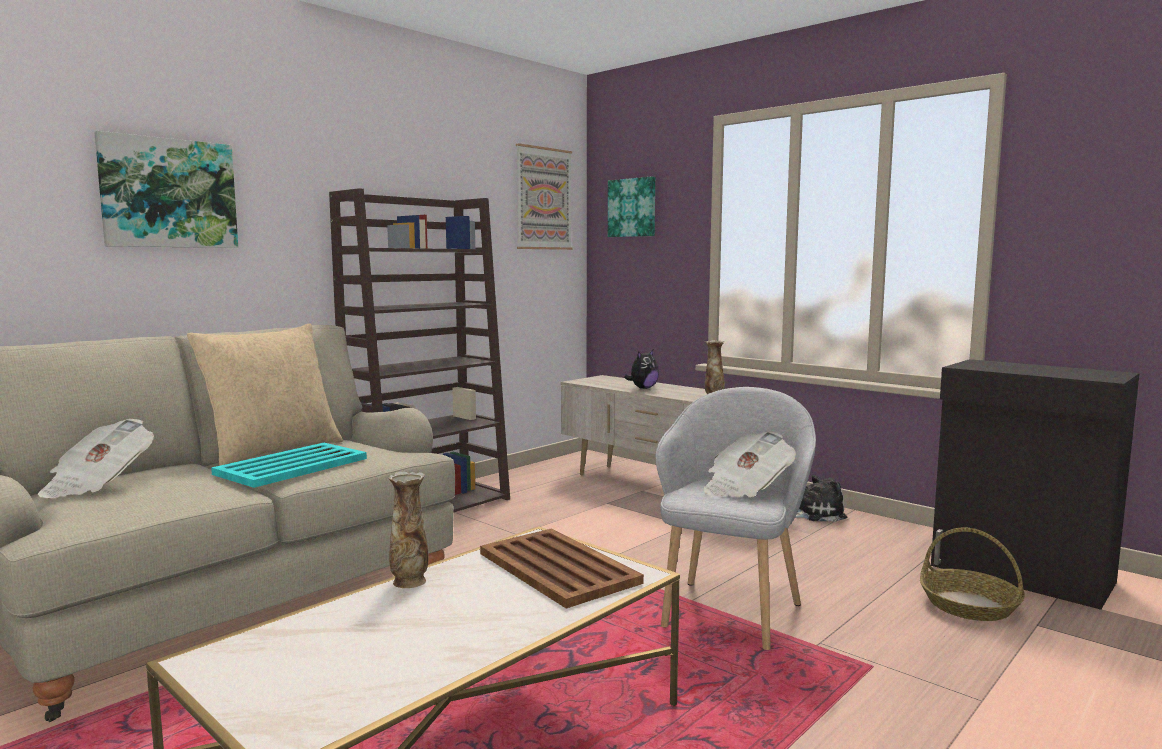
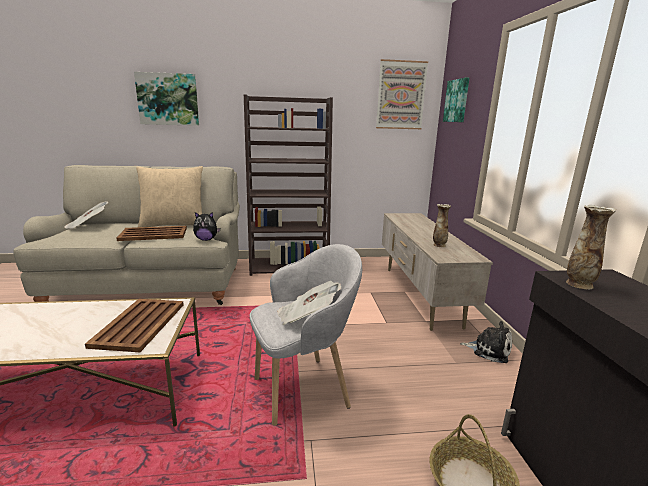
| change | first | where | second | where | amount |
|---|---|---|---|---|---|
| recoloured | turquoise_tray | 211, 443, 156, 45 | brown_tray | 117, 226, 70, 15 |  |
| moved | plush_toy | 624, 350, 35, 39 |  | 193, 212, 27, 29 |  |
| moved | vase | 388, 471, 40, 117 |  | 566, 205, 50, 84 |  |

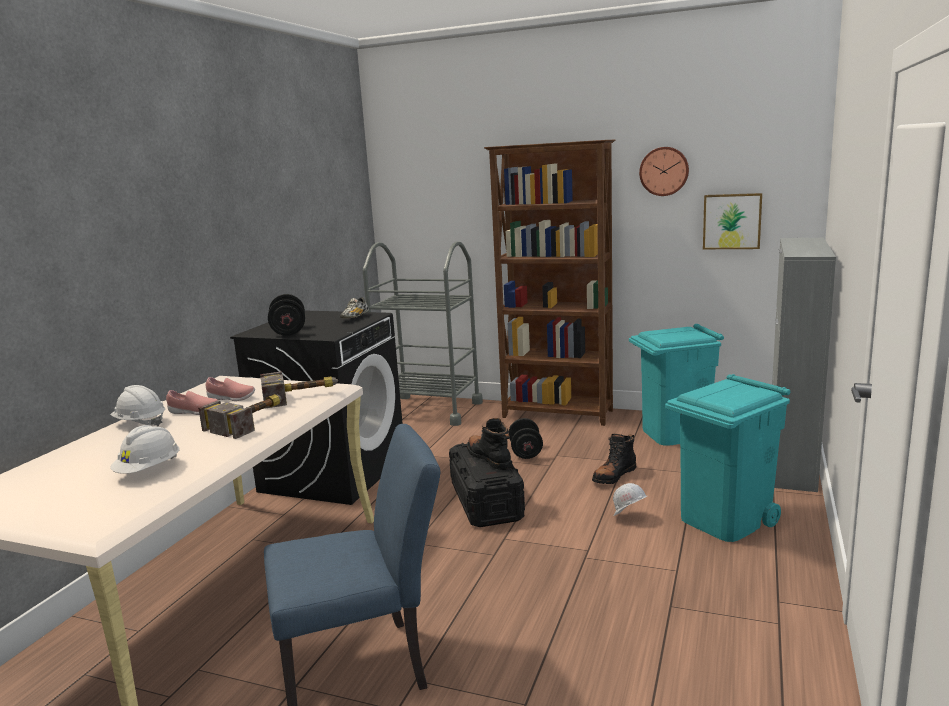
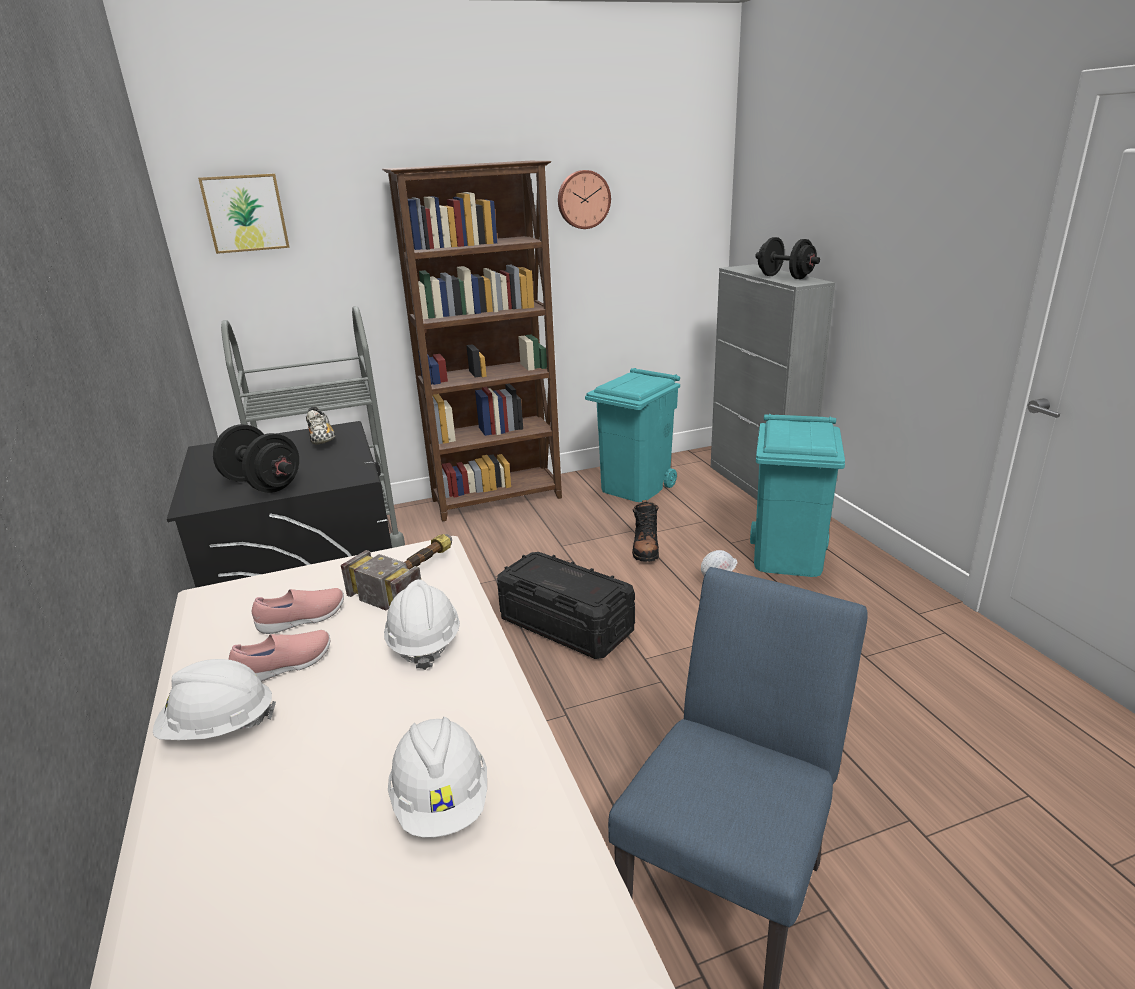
| change | first | where | second | where | amount |
|---|---|---|---|---|---|
| moved | picture | 703, 193, 59, 56 |  | 198, 173, 92, 81 |  |
| replaced | hammer | 198, 394, 83, 45 | white_hard_hat | 384, 579, 76, 91 |  |
| moved | black_dumbbell | 508, 418, 35, 41 |  | 755, 237, 65, 42 |  |
| removed | black_boot | 467, 418, 45, 52 |  |  |  |

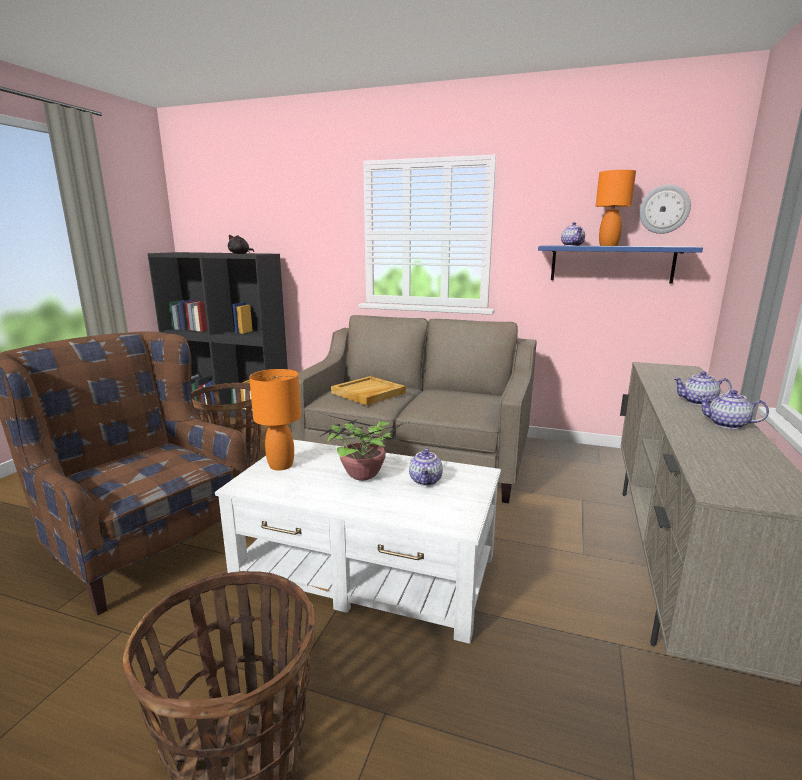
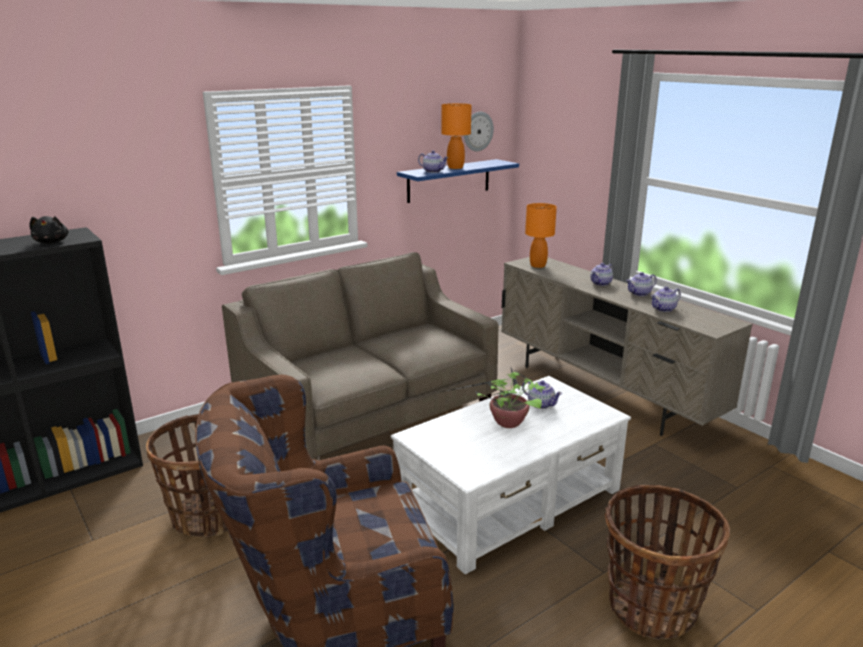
| change | first | where | second | where | amount |
|---|---|---|---|---|---|
| moved | orange_table_lamp | 249, 369, 52, 102 |  | 525, 203, 32, 65 |  |
| added |  |  | teapot | 650, 286, 31, 26 |  |
| removed | beige_tray | 331, 376, 75, 29 |  |  |  |

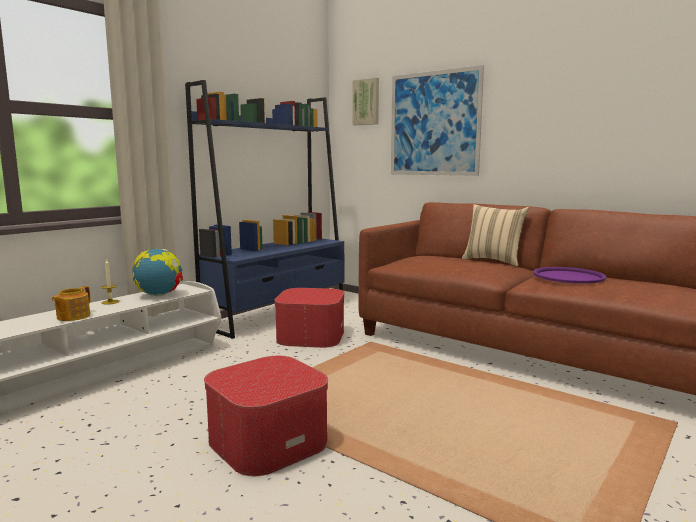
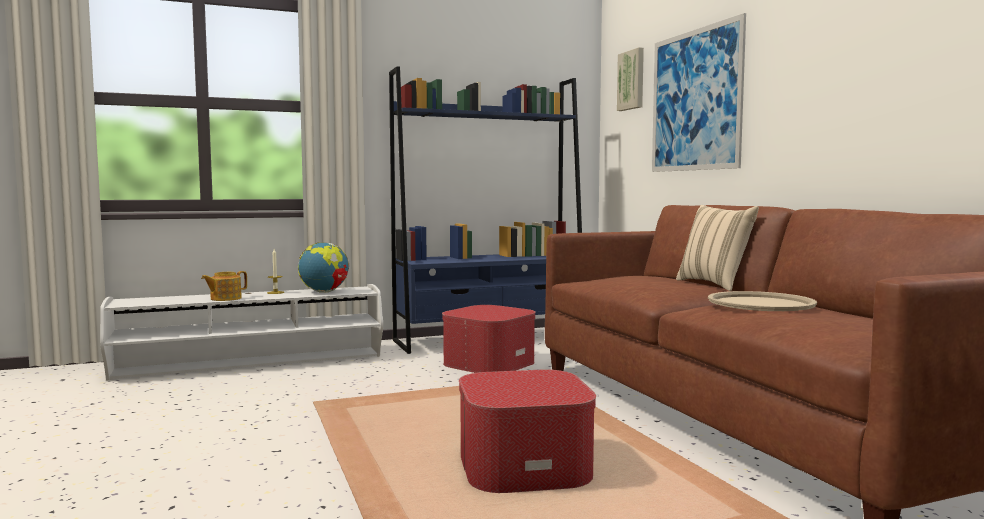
| change | first | where | second | where | amount |
|---|---|---|---|---|---|
| moved | ottoman | 204, 356, 124, 120 |  | 459, 370, 137, 123 |  |
| recoloured | purple_tray | 533, 267, 74, 17 | beige_tray | 708, 291, 109, 20 |  |

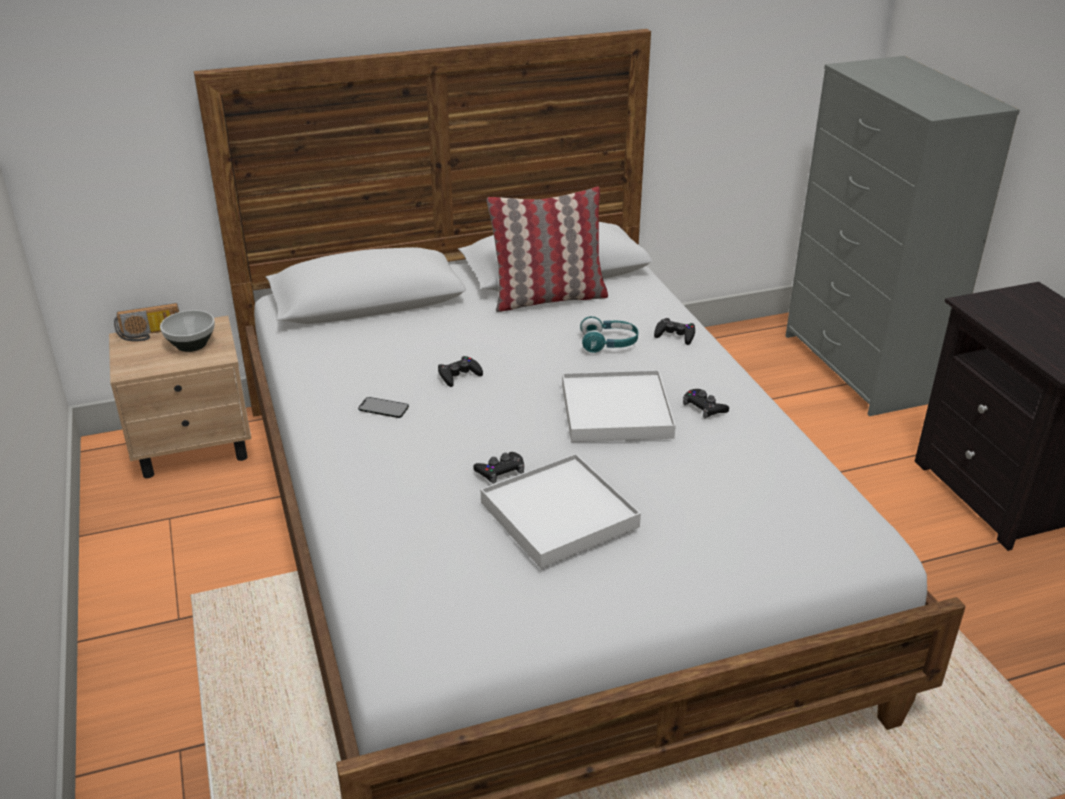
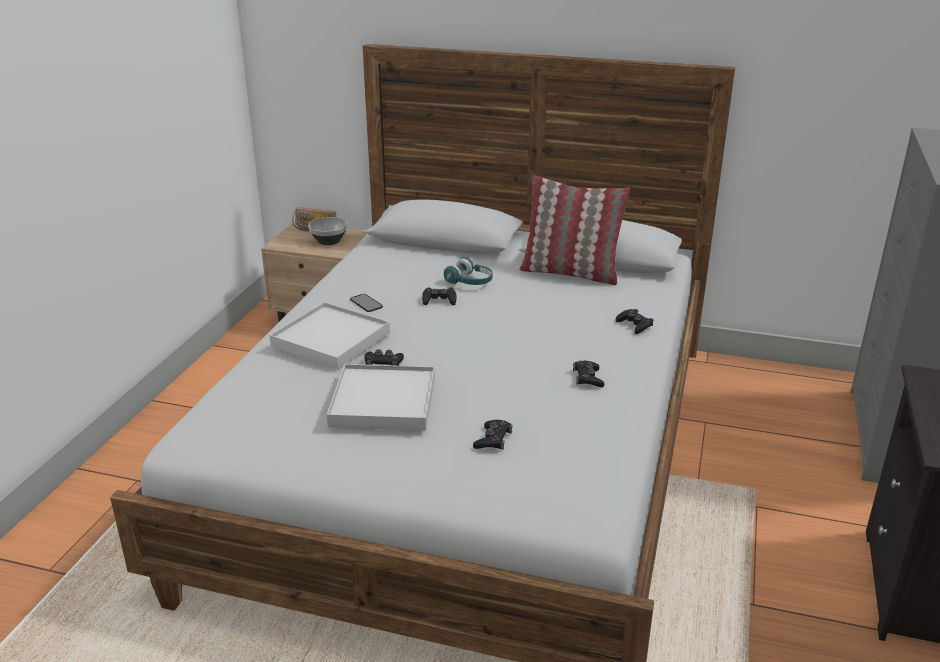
| change | first | where | second | where | amount |
|---|---|---|---|---|---|
| moved | white_tray | 562, 370, 114, 72 |  | 269, 302, 121, 67 |  |
| moved | turquoise_headphones | 580, 316, 58, 37 |  | 444, 257, 49, 28 |  |
| added |  |  | black_game_controller | 473, 420, 40, 30 |  |

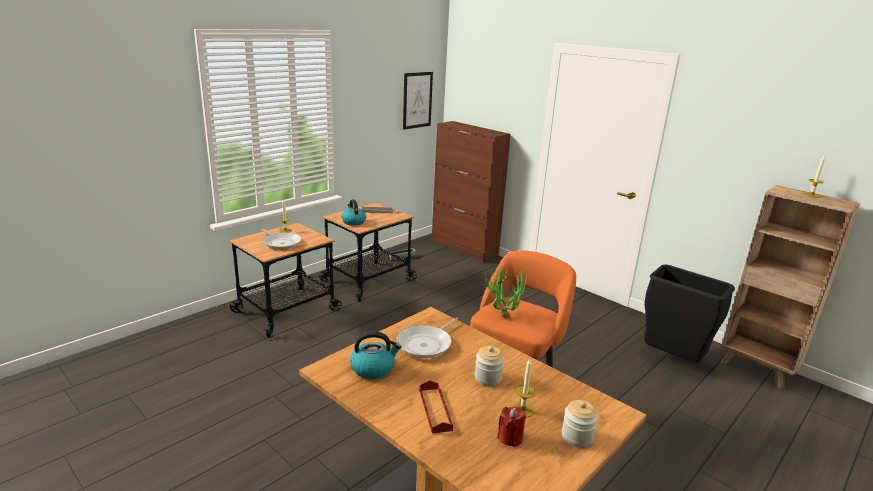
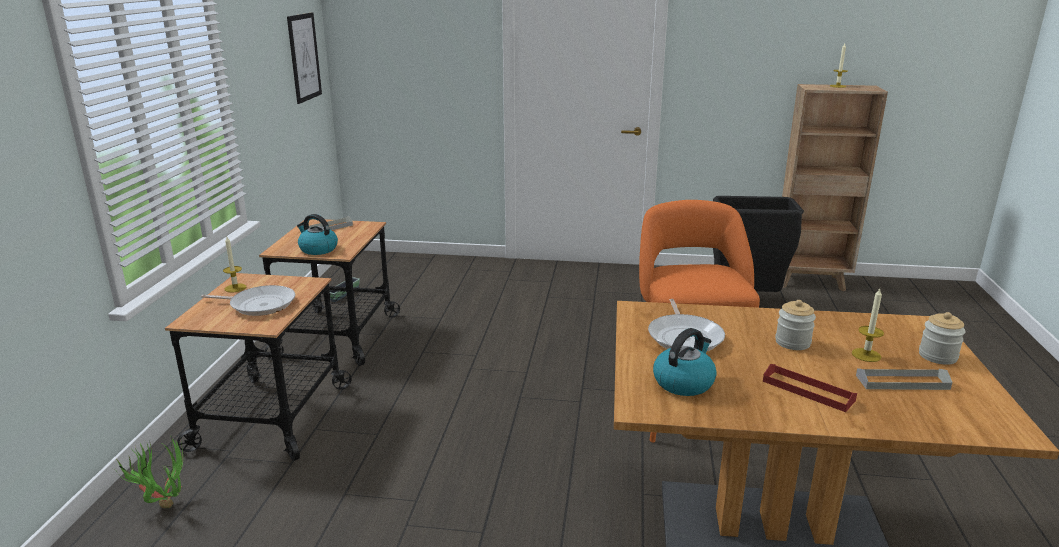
| change | first | where | second | where | amount |
|---|---|---|---|---|---|
| moved | potted_plant | 484, 268, 43, 50 |  | 113, 435, 70, 73 |  |
| replaced | red_candle | 497, 406, 29, 41 | grey_tray | 856, 368, 96, 22 |  |
| removed | brown_cabinet | 432, 121, 79, 141 |  |  |  |

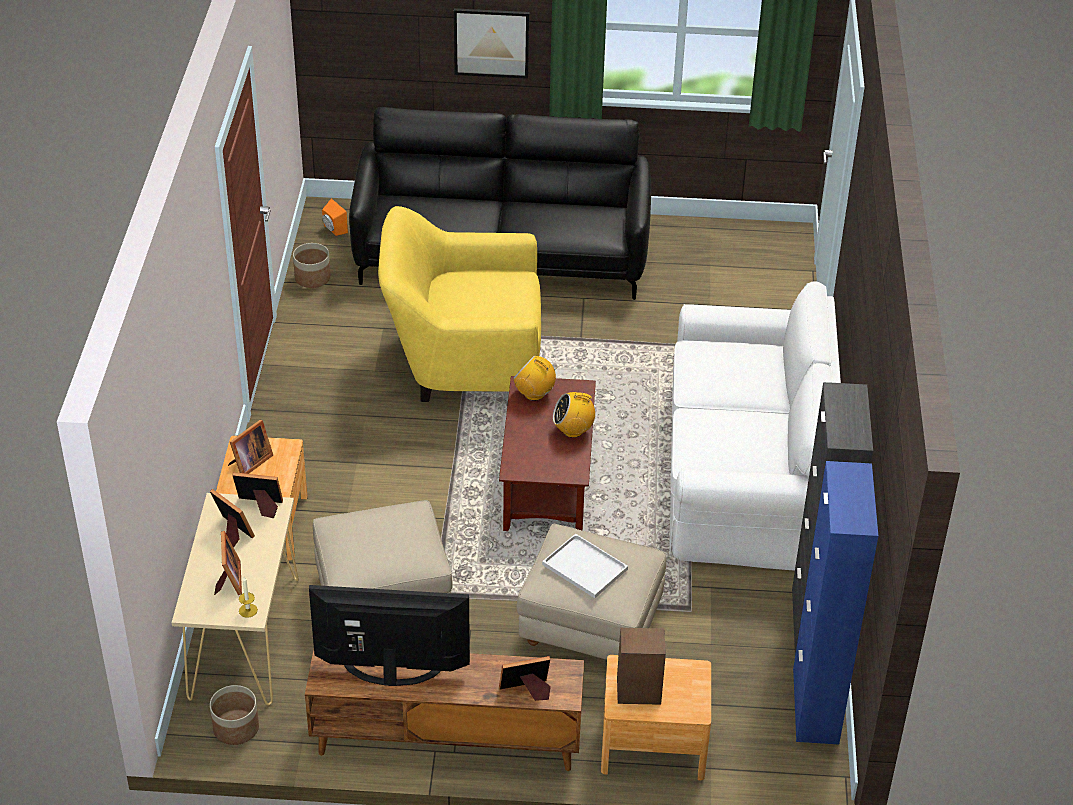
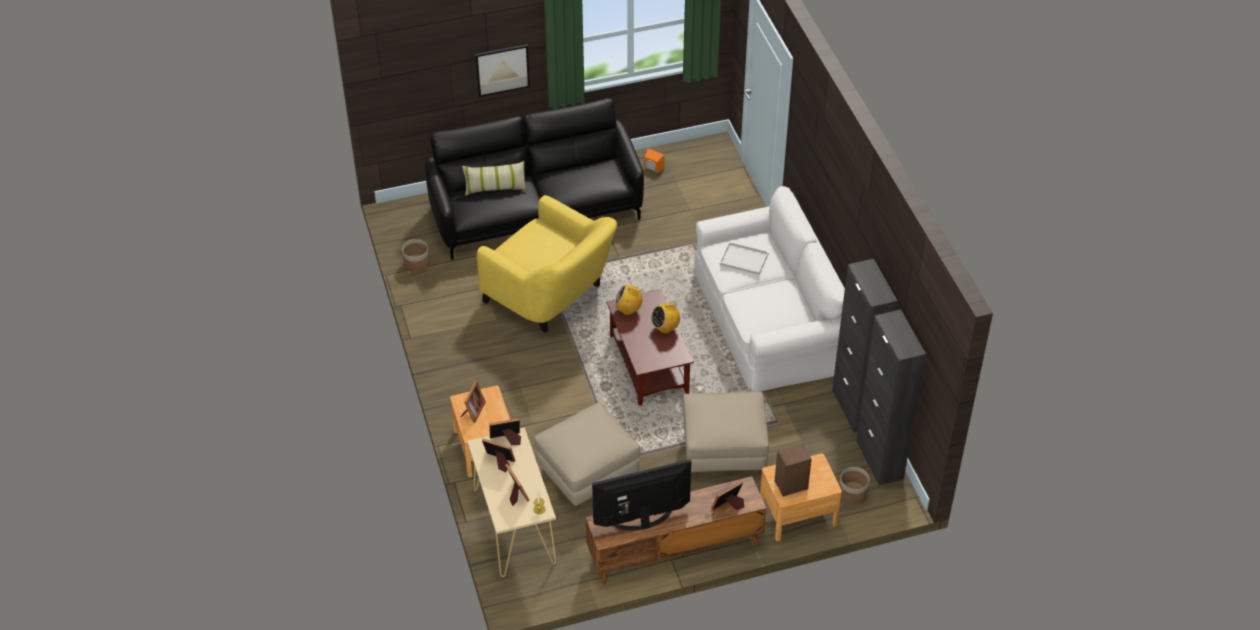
| change | first | where | second | where | amount |
|---|---|---|---|---|---|
| added |  |  | pillow | 462, 161, 65, 35 |  |
| turned | yellow_armchair | 378, 206, 163, 196 |  | 477, 195, 140, 138 | 120 degrees counterclockwise |
| moved | orange_speaker | 322, 199, 26, 37 |  | 645, 148, 19, 25 |  |
| moved | white_tray | 542, 534, 86, 64 |  | 720, 242, 49, 33 |  |
| moved | planter | 210, 685, 49, 60 |  | 839, 467, 31, 37 |  |
| recoloured | blue_cabinet | 793, 461, 85, 283 | black_cabinet | 856, 309, 70, 176 |  |

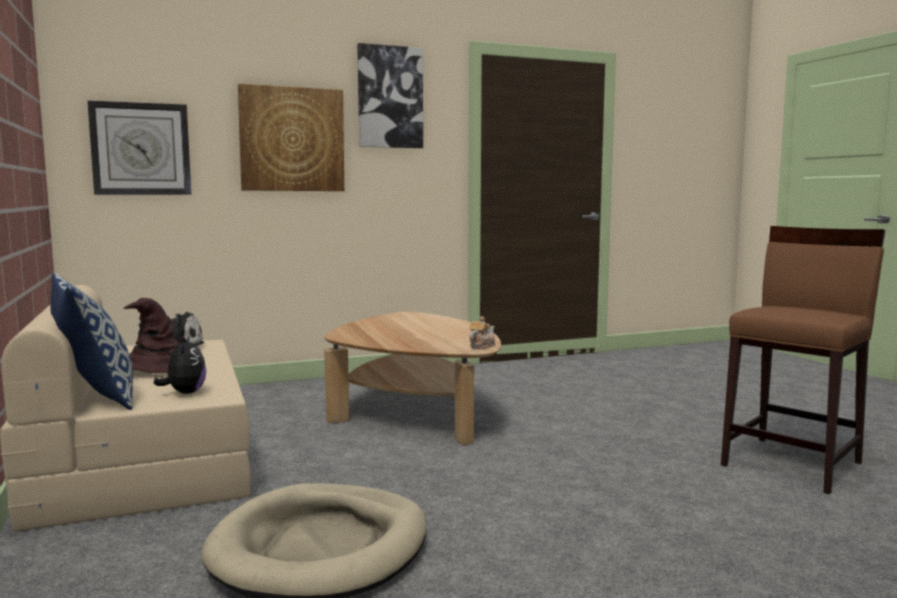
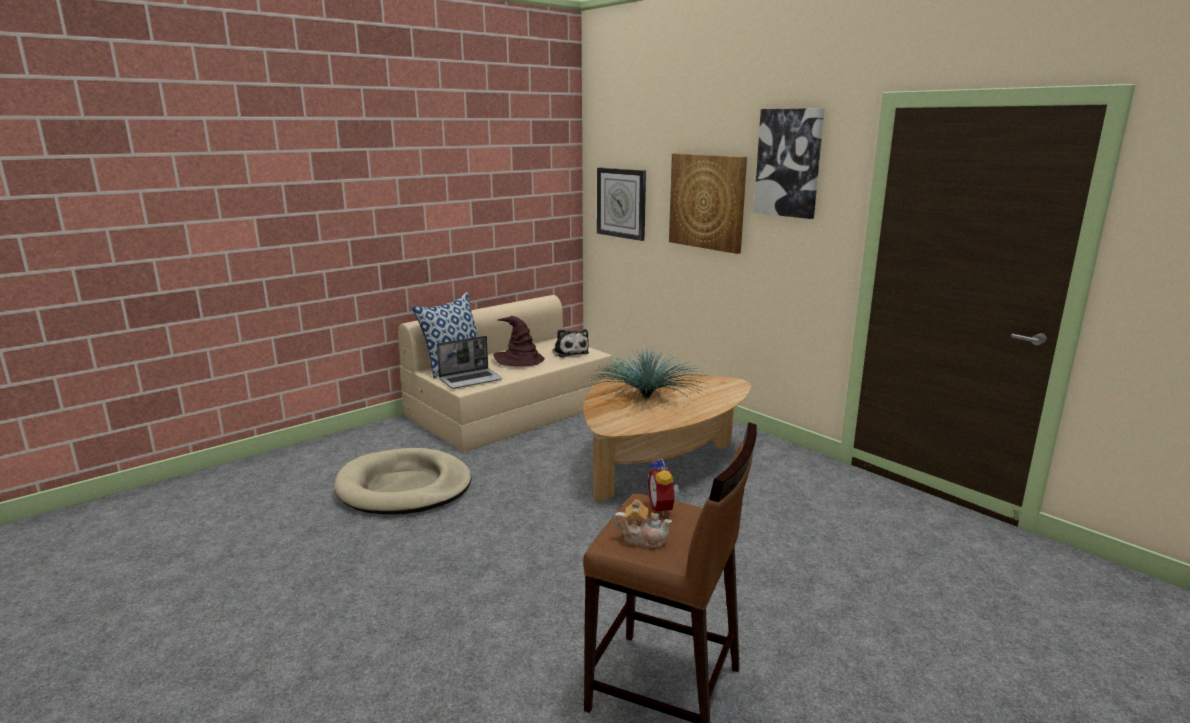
| change | first | where | second | where | amount |
|---|---|---|---|---|---|
| replaced | plush_toy | 154, 336, 52, 58 | laptop | 437, 336, 65, 53 |  |
| added |  |  | potted_plant | 583, 346, 124, 59 |  |
| moved | teapot | 469, 316, 26, 33 |  | 614, 499, 58, 49 |  |
| added |  |  | alarm_clock | 648, 456, 31, 60 |  |

